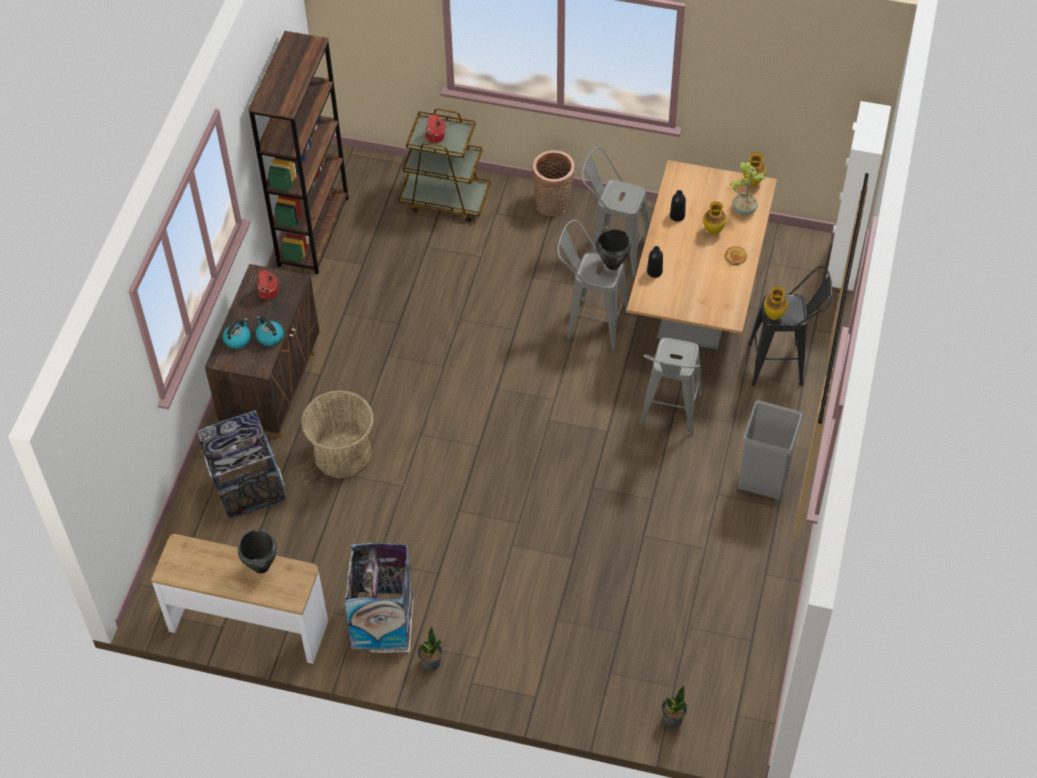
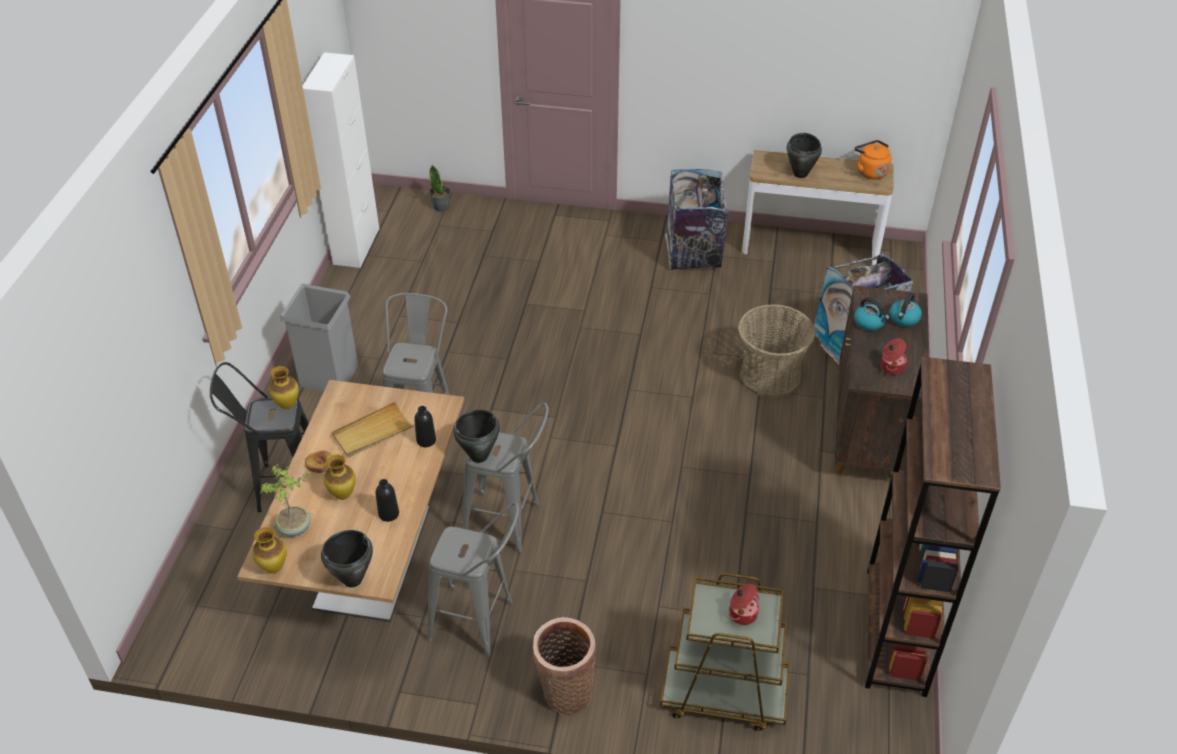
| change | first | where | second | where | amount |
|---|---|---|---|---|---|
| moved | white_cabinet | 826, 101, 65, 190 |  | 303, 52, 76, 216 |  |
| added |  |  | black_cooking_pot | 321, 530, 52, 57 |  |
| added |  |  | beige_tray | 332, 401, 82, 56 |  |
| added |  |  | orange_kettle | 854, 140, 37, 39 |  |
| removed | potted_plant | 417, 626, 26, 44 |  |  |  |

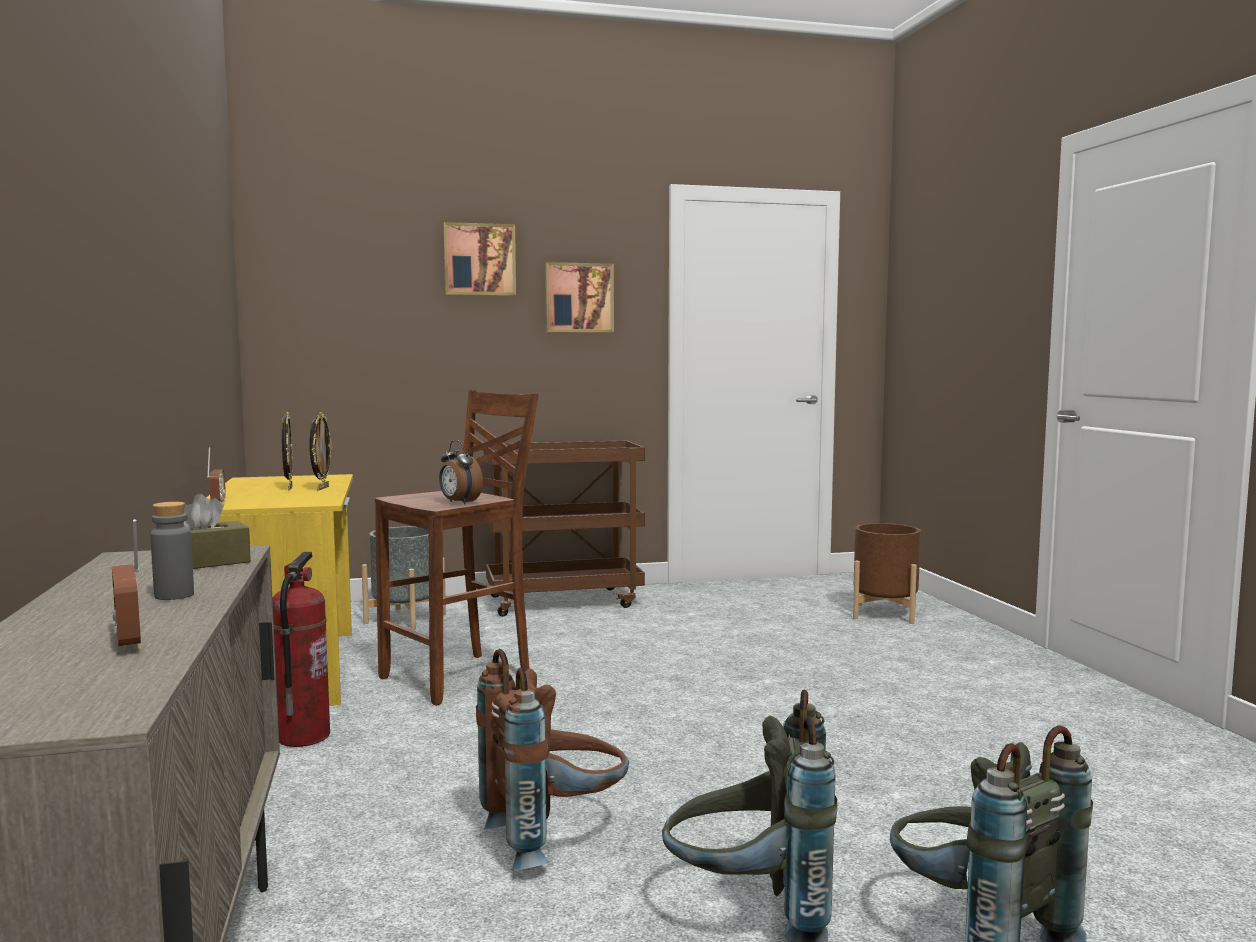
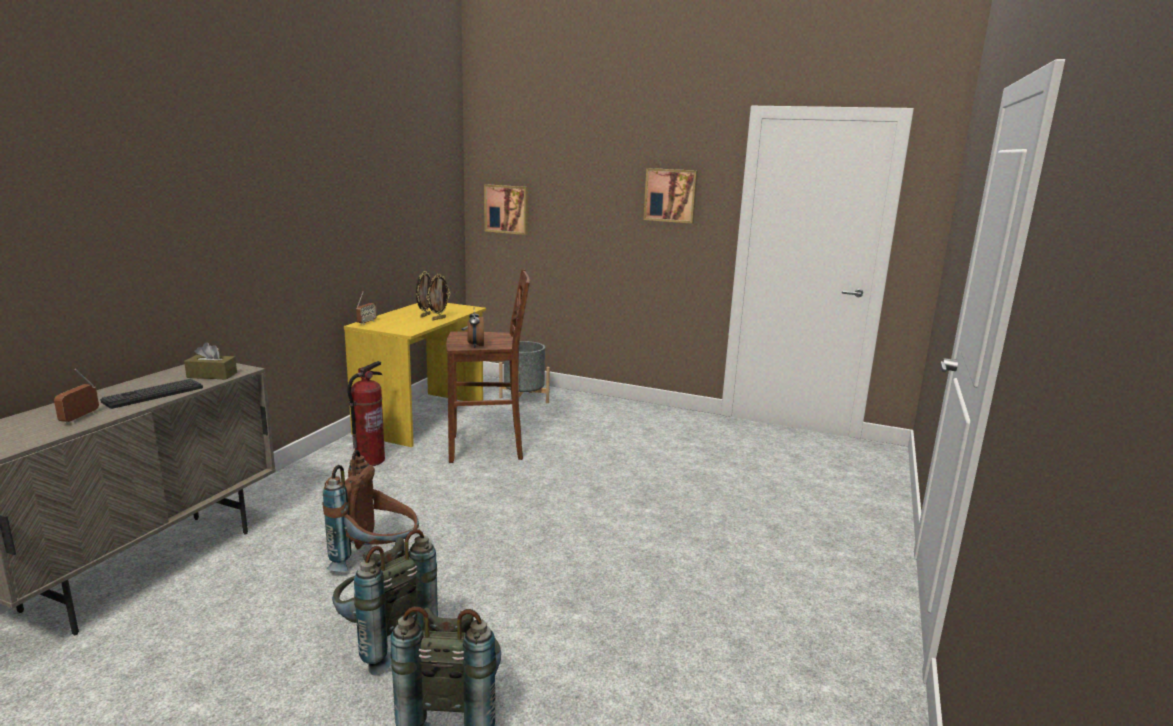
| change | first | where | second | where | amount |
|---|---|---|---|---|---|
| replaced | grey_bottle | 150, 502, 44, 98 | keyboard | 100, 379, 103, 30 |  |
| moved | picture | 444, 222, 72, 74 |  | 484, 184, 44, 51 |  |
| removed | brown_cart | 484, 440, 161, 176 |  |  |  |
| removed | brown_planter | 853, 523, 68, 101 |  |  |  |

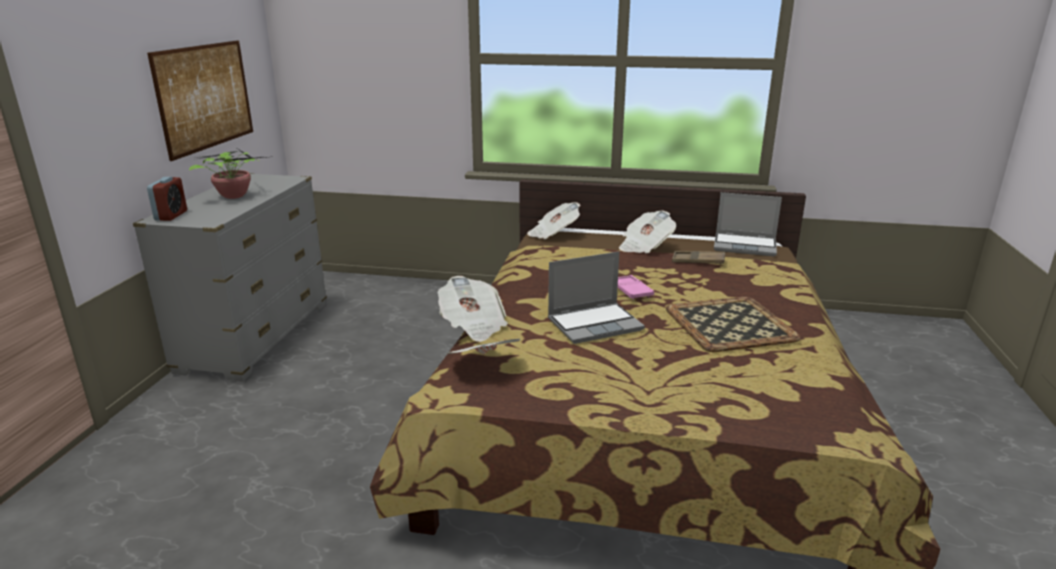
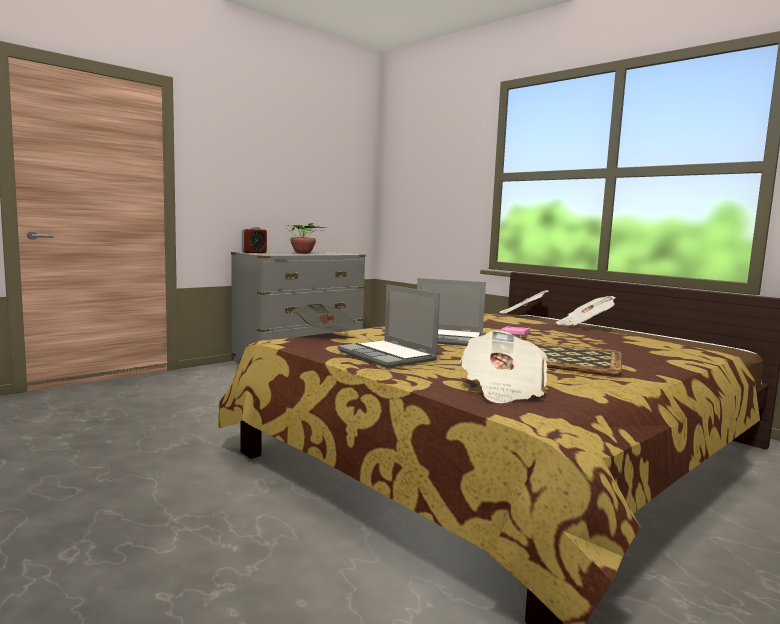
| change | first | where | second | where | amount |
|---|---|---|---|---|---|
| moved | laptop | 714, 192, 68, 65 |  | 338, 284, 102, 84 |  |
| moved | newspaper | 437, 276, 71, 66 |  | 460, 330, 87, 73 |  |
| removed | picture | 147, 40, 106, 121 |  |  |  |
| removed | brown_tray | 672, 251, 53, 14 |  |  |  |

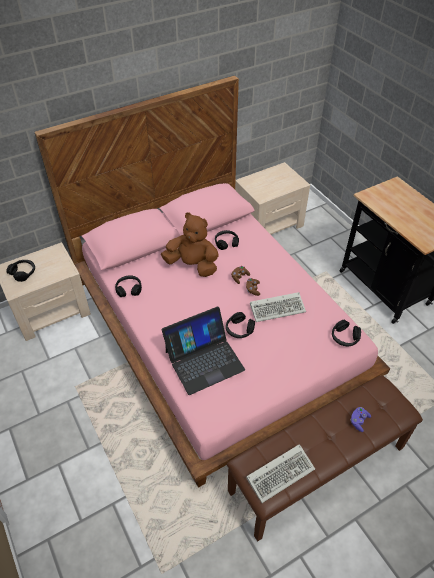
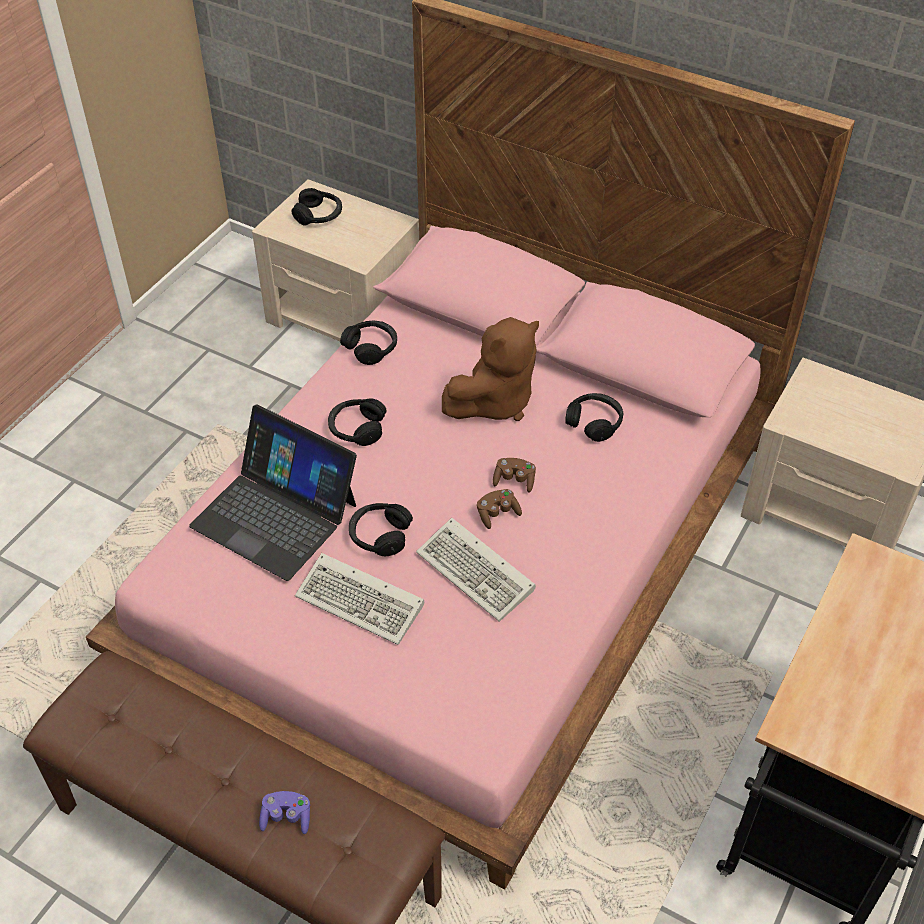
| change | first | where | second | where | amount |
|---|---|---|---|---|---|
| moved | keyboard | 246, 444, 69, 59 |  | 295, 553, 129, 92 |  |
| moved | black_headphones | 332, 320, 29, 27 |  | 328, 398, 59, 48 |  |
| turned | brown_plush_toy | 161, 213, 58, 64 |  | 442, 317, 97, 104 | 60 degrees clockwise |

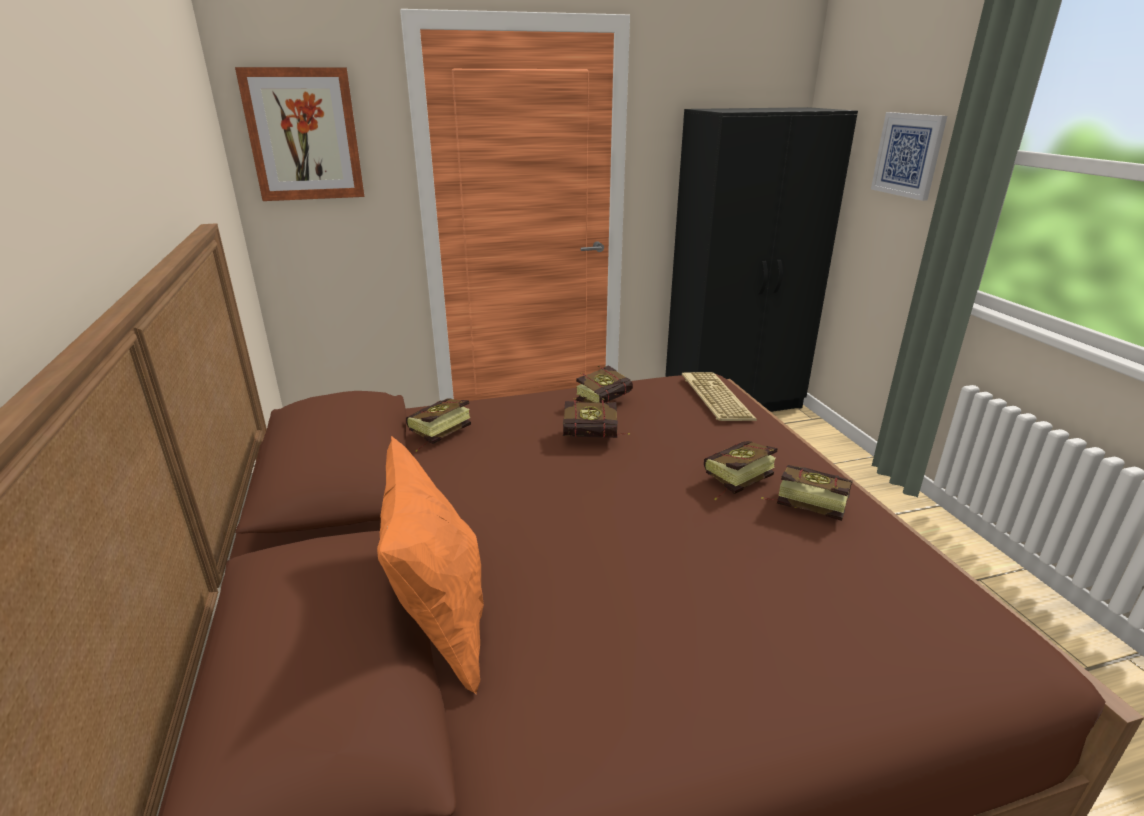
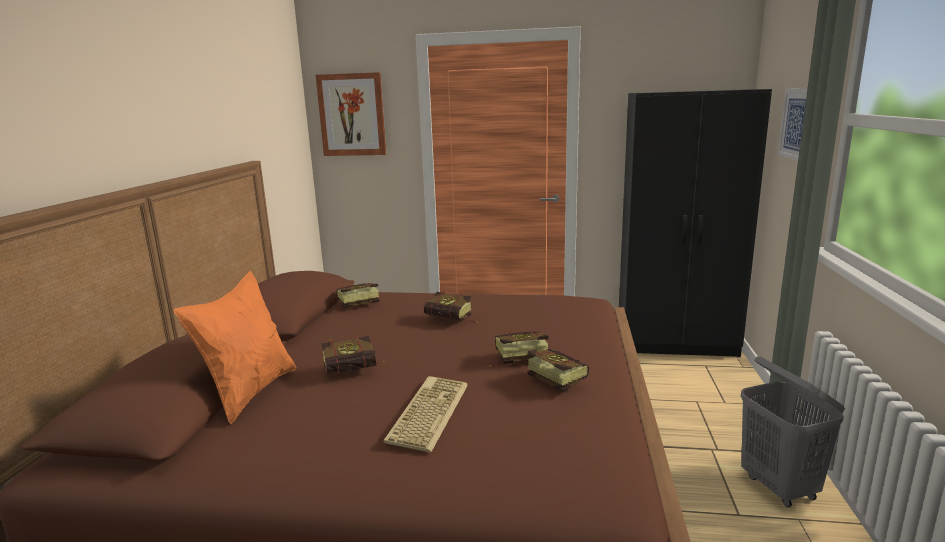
| change | first | where | second | where | amount |
|---|---|---|---|---|---|
| moved | book | 576, 365, 57, 38 |  | 322, 335, 63, 39 |  |
| moved | keyboard | 682, 372, 75, 49 |  | 384, 376, 84, 77 |  |
| added |  |  | grey_laundry_basket | 741, 356, 104, 152 |  |

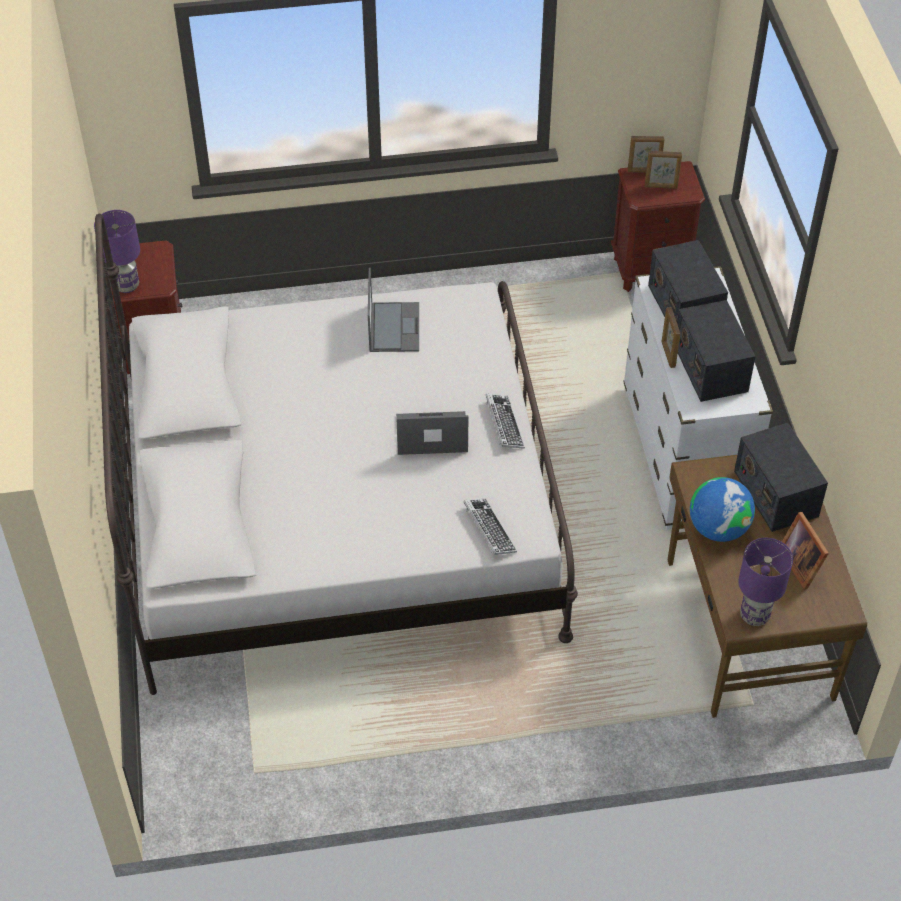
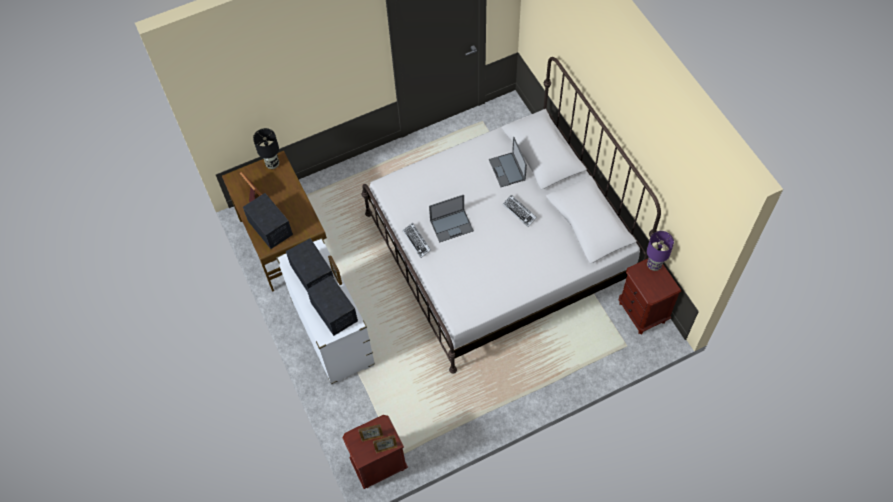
| change | first | where | second | where | amount |
|---|---|---|---|---|---|
| recoloured | purple_table_lamp | 738, 538, 55, 88 | black_table_lamp | 253, 128, 26, 41 |  |
| moved | laptop | 368, 268, 51, 84 |  | 489, 137, 38, 50 |  |
| moved | keyboard | 463, 498, 54, 57 |  | 503, 195, 34, 32 |  |
| removed | globe | 690, 477, 65, 65 |  |  |  |

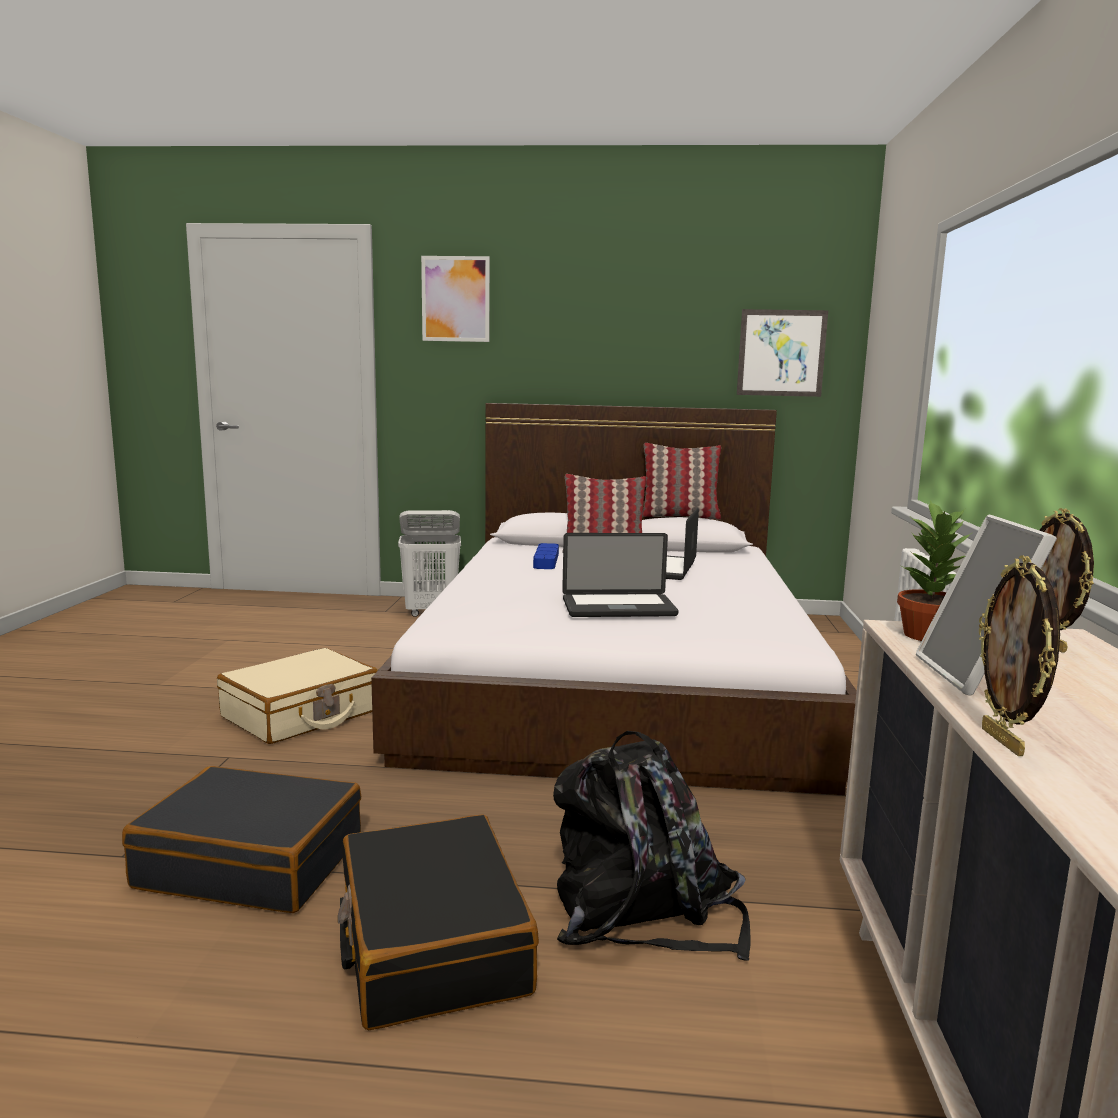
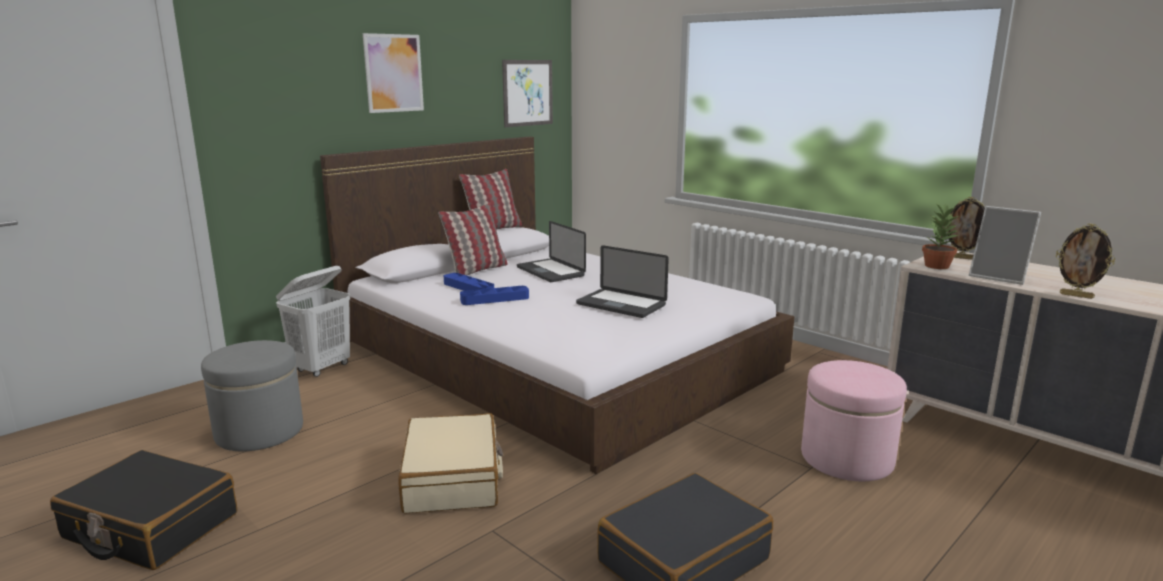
| change | first | where | second | where | amount |
|---|---|---|---|---|---|
| moved | black_suitcase | 338, 814, 201, 216 |  | 50, 450, 187, 120 |  |
| added |  |  | grey_ottoman | 201, 340, 102, 111 |  |
| moved | picture | 421, 256, 69, 86 |  | 363, 33, 61, 80 |  |
| added |  |  | blue_tray | 460, 286, 69, 19 |  |
| turned | laptop | 562, 533, 117, 84 |  | 576, 245, 93, 73 | 90 degrees clockwise |
| replaced | black_backpack | 553, 731, 198, 230 | pink_ottoman | 801, 360, 106, 121 |  |

